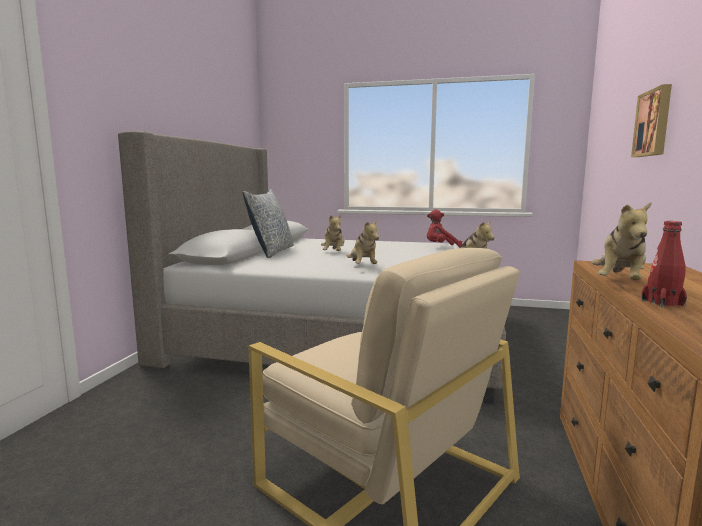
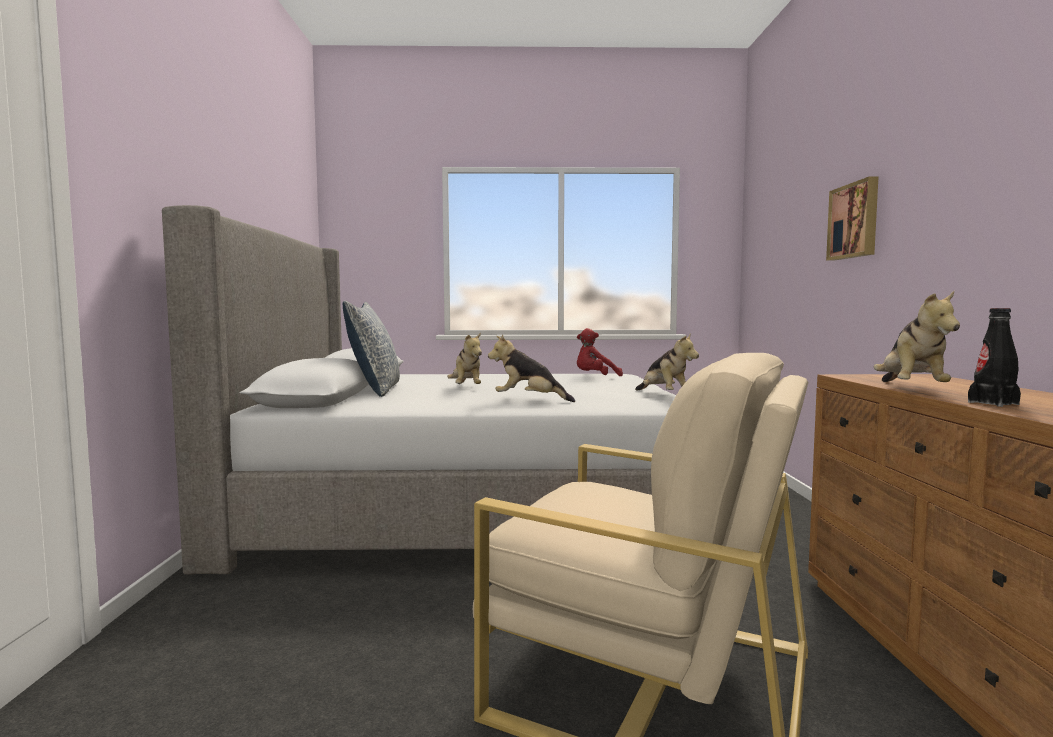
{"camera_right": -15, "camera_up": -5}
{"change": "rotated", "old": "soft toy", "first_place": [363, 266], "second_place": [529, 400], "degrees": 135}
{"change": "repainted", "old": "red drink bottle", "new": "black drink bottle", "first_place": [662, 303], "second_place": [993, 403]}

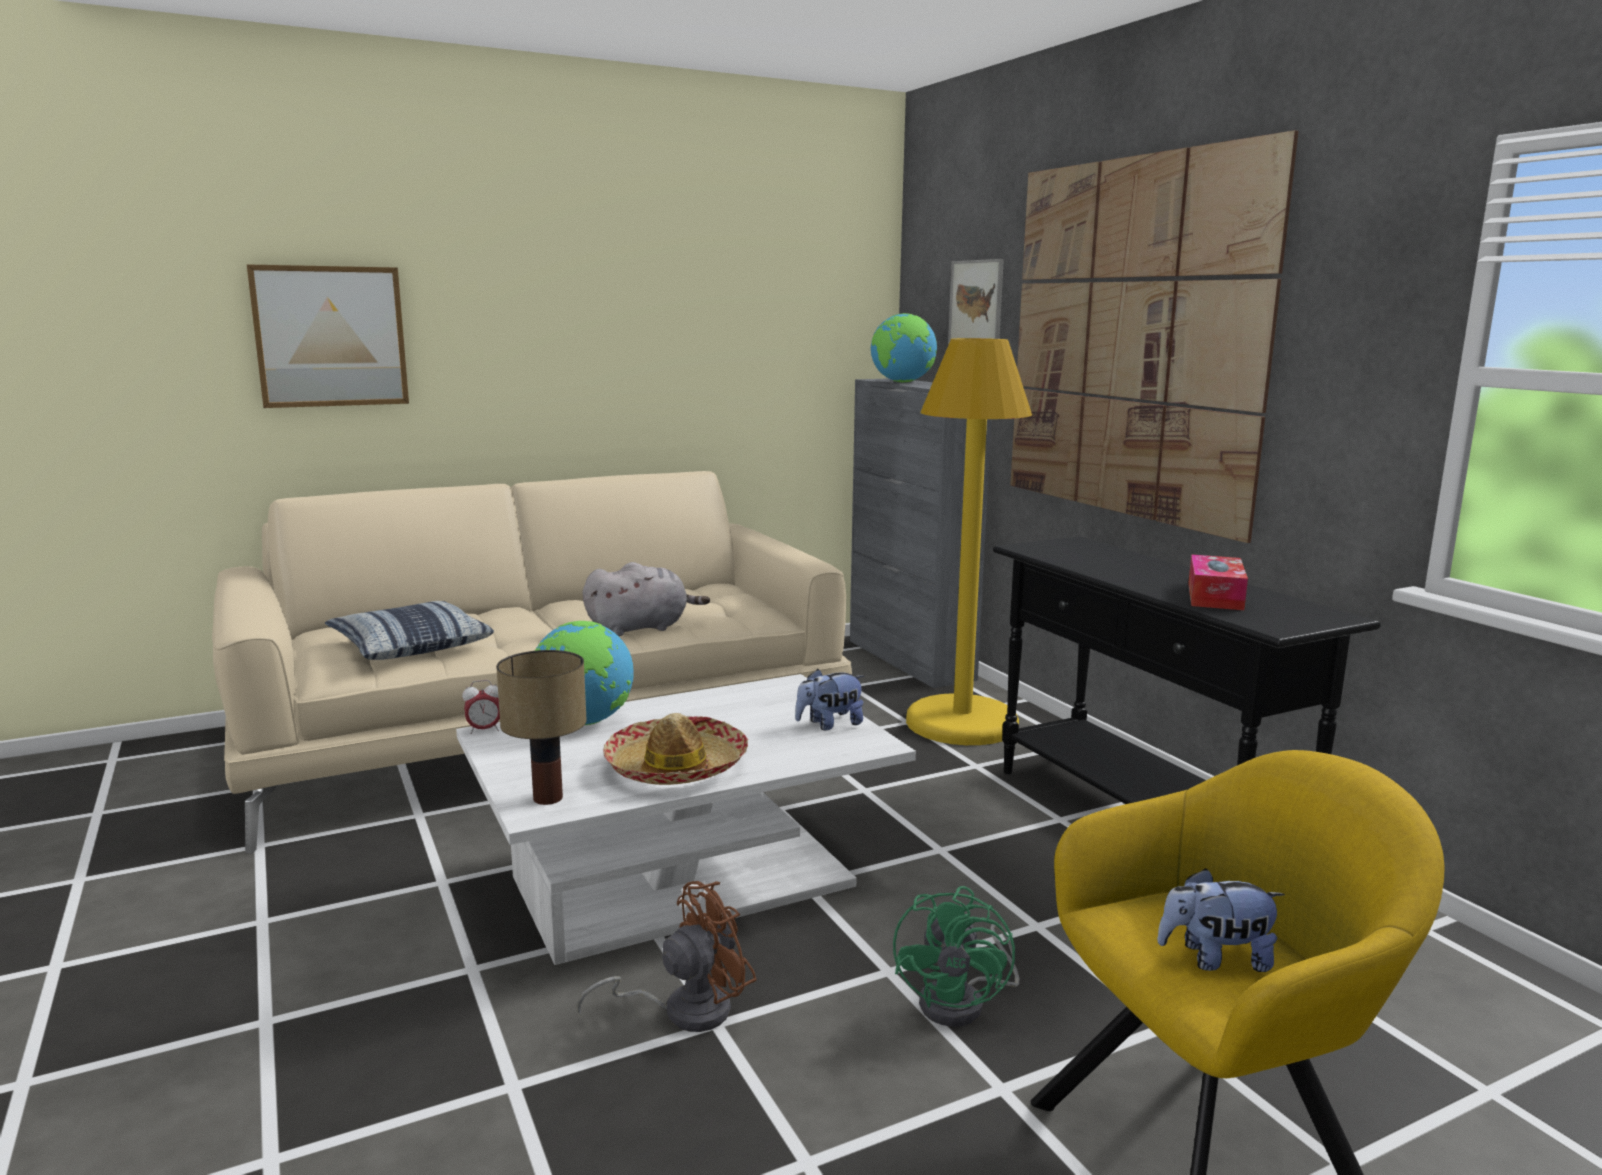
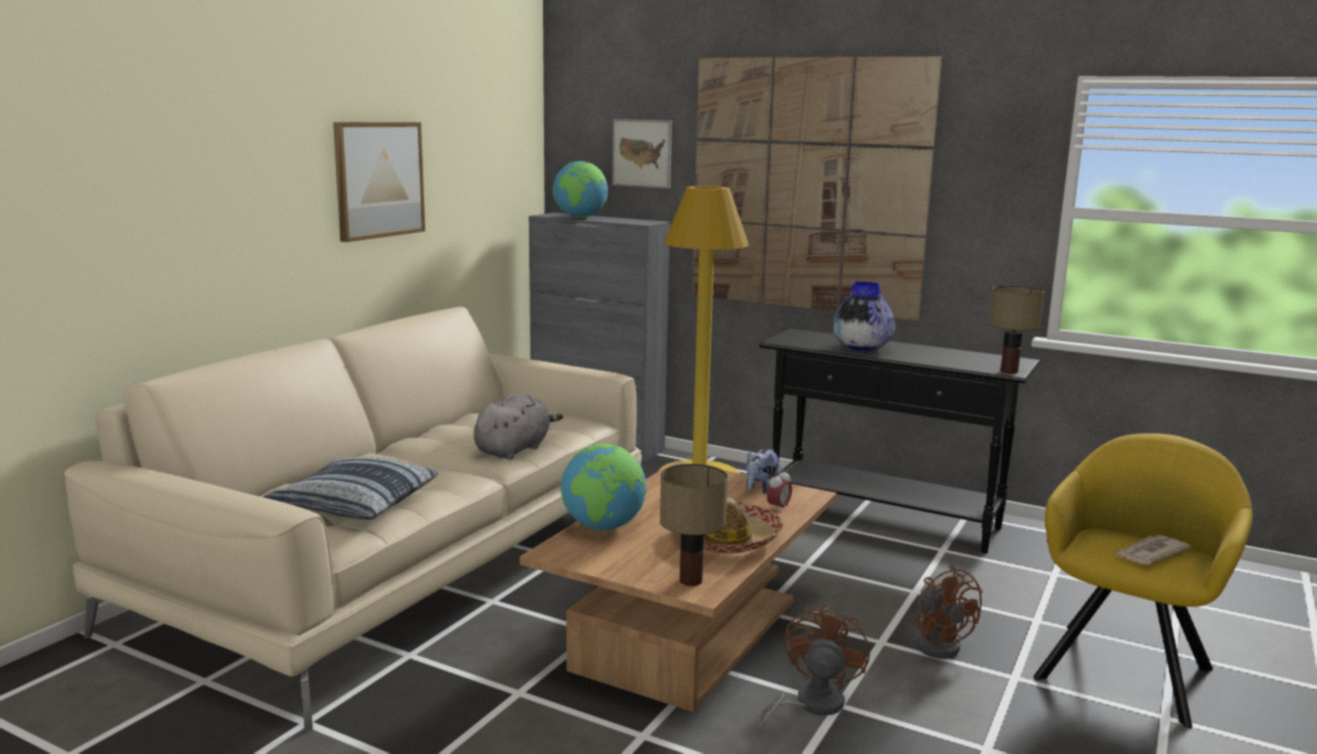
{"camera_right": -35, "camera_up": 0}
{"change": "shifted", "old": "wall art", "first_place": [330, 336], "second_place": [378, 179]}
{"change": "repainted", "old": "white lounge table", "new": "brownish lounge table", "first_place": [684, 881], "second_place": [688, 634]}
{"change": "shifted", "old": "alarm clock", "first_place": [484, 730], "second_place": [778, 508]}
{"change": "new", "new": "vase", "second_place": [861, 348]}
{"change": "repainted", "old": "green cooling fan", "new": "brownish cooling fan", "first_place": [963, 1003], "second_place": [939, 644]}
{"change": "new", "new": "table lamp", "second_place": [1008, 371]}
{"change": "swapped", "old": "soft toy", "new": "daily paper", "first_place": [1215, 959], "second_place": [1149, 553]}
{"change": "gone", "old": "tissue box", "first_place": [1215, 596]}

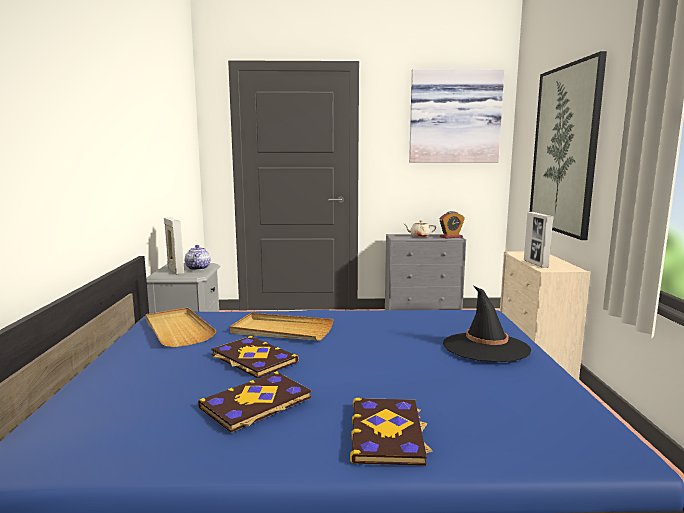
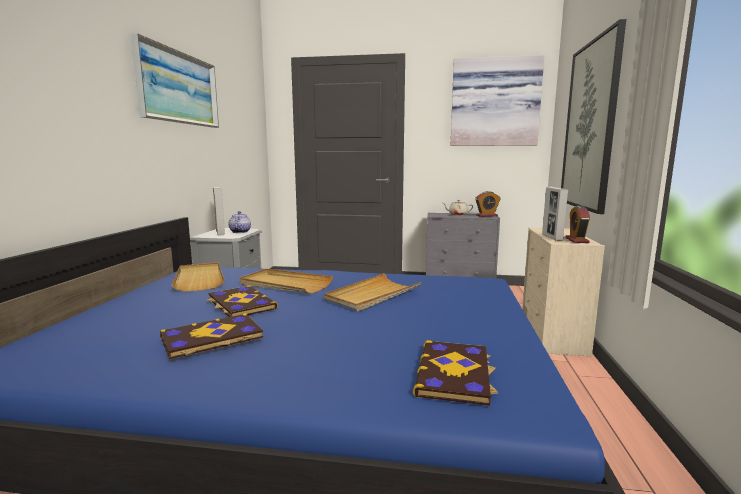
{"camera_right": 10, "camera_up": 0}
{"change": "new", "new": "wall art", "second_place": [179, 88]}
{"change": "new", "new": "beige-coloured serving tray", "second_place": [372, 295]}
{"change": "shifted", "old": "bound book", "first_place": [388, 433], "second_place": [455, 374]}
{"change": "new", "new": "alarm clock", "second_place": [576, 240]}
{"change": "gone", "old": "black clothing hat", "first_place": [485, 347]}

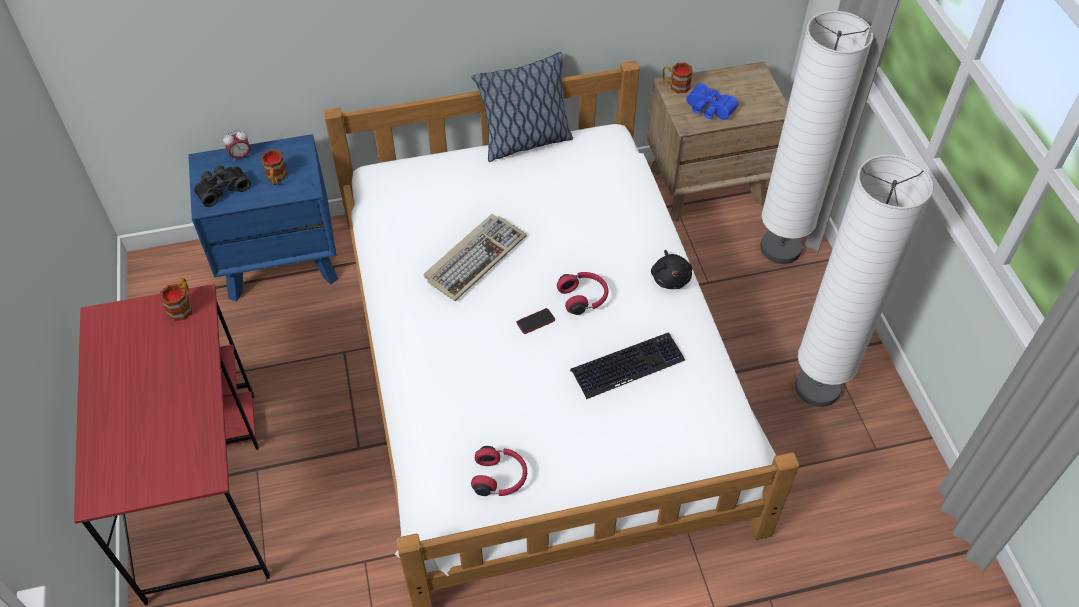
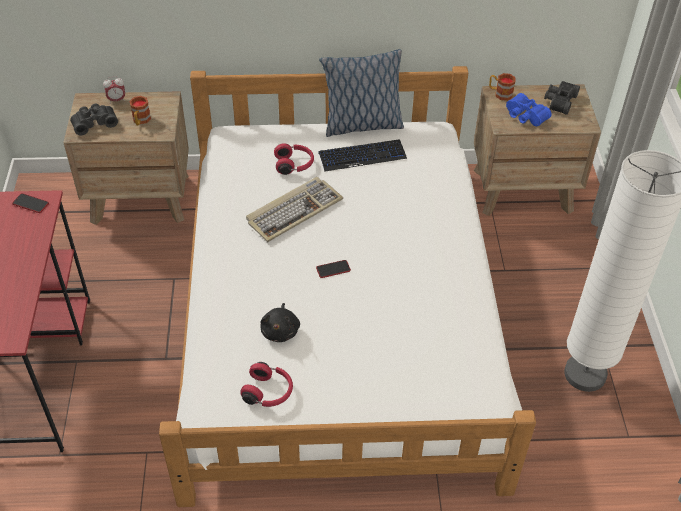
{"camera_right": 10, "camera_up": -5}
{"change": "swapped", "old": "tea mug", "new": "phone", "first_place": [182, 306], "second_place": [30, 204]}
{"change": "repainted", "old": "blue night table", "new": "brownish night table", "first_place": [281, 260], "second_place": [141, 198]}
{"change": "shifted", "old": "black soft toy", "first_place": [670, 278], "second_place": [280, 330]}
{"change": "shifted", "old": "red headphones", "first_place": [583, 298], "second_place": [294, 165]}
{"change": "shifted", "old": "PC keyboard", "first_place": [627, 366], "second_place": [362, 156]}
{"change": "new", "new": "black field glasses", "second_place": [559, 101]}
{"change": "gone", "old": "white floor lamp", "first_place": [780, 248]}

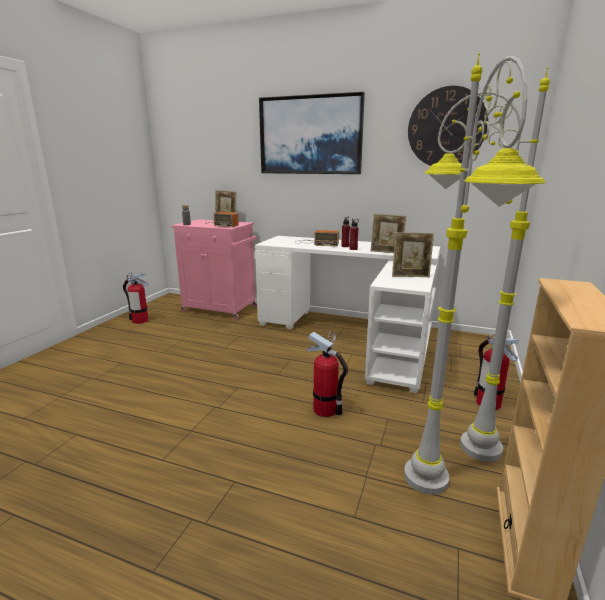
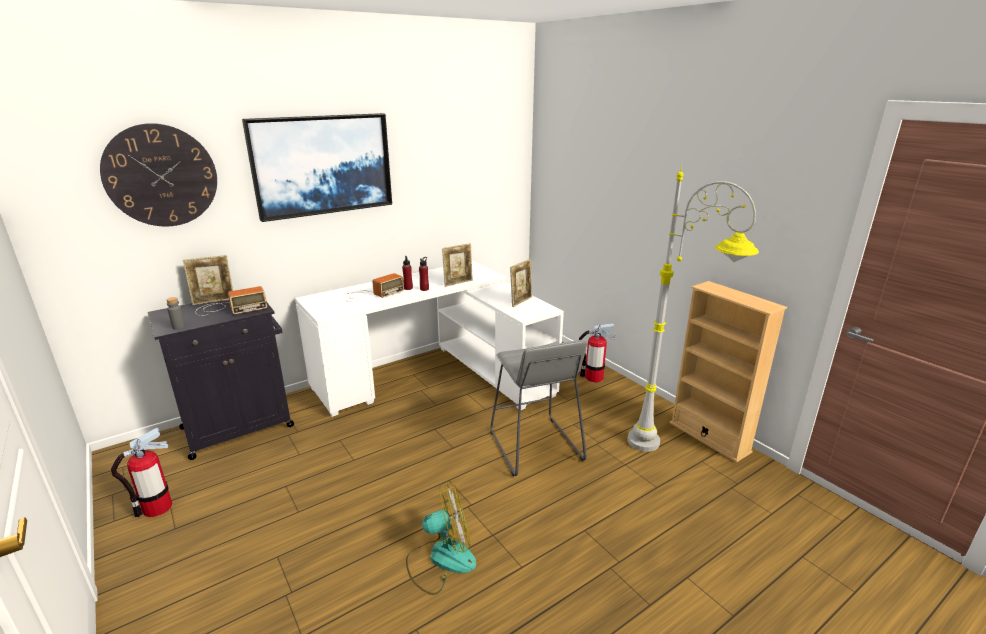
{"camera_right": -55, "camera_up": 5}
{"change": "shifted", "old": "hanging clock", "first_place": [446, 128], "second_place": [161, 176]}
{"change": "repainted", "old": "pinkish cupboard", "new": "black cupboard", "first_place": [221, 309], "second_place": [240, 426]}
{"change": "new", "new": "cooling fan", "second_place": [441, 559]}
{"change": "swapped", "old": "fire-fighting cylinder", "new": "gray sitting stool", "first_place": [325, 409], "second_place": [535, 446]}
{"change": "gone", "old": "gray floor lamp", "first_place": [447, 433]}

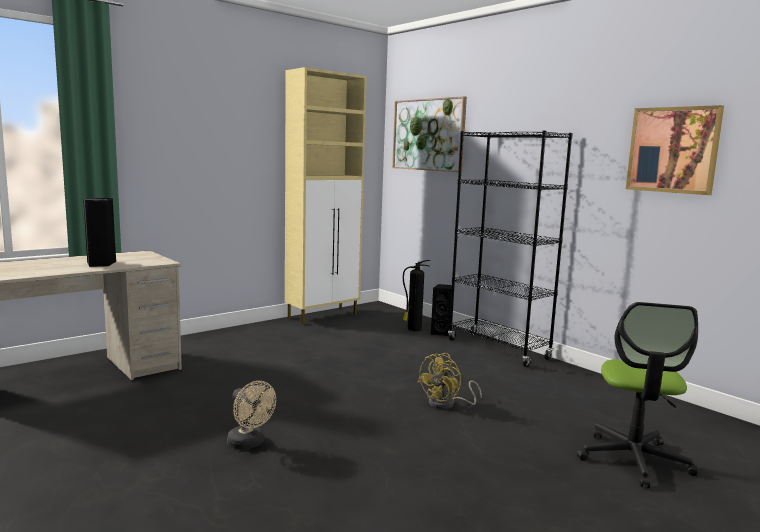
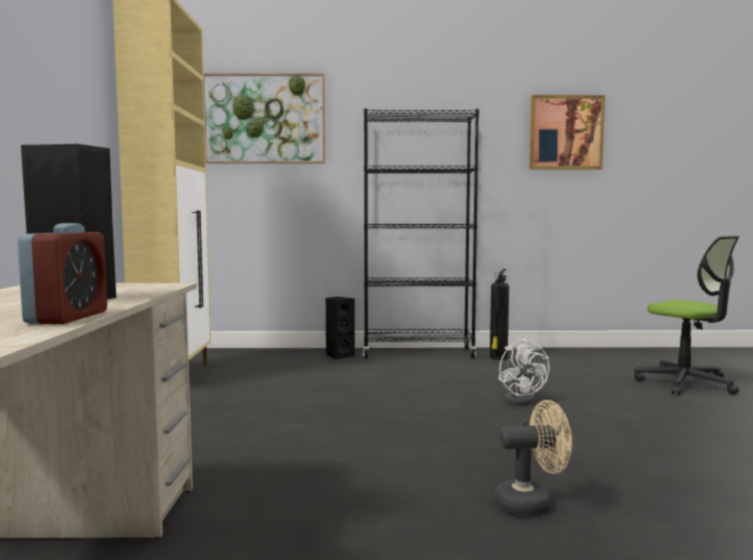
{"camera_right": -50, "camera_up": -5}
{"change": "new", "new": "alarm clock", "second_place": [67, 317]}
{"change": "shifted", "old": "fire-fighting cylinder", "first_place": [413, 329], "second_place": [498, 358]}
{"change": "repainted", "old": "yellowish cooling fan", "new": "white cooling fan", "first_place": [447, 404], "second_place": [522, 398]}

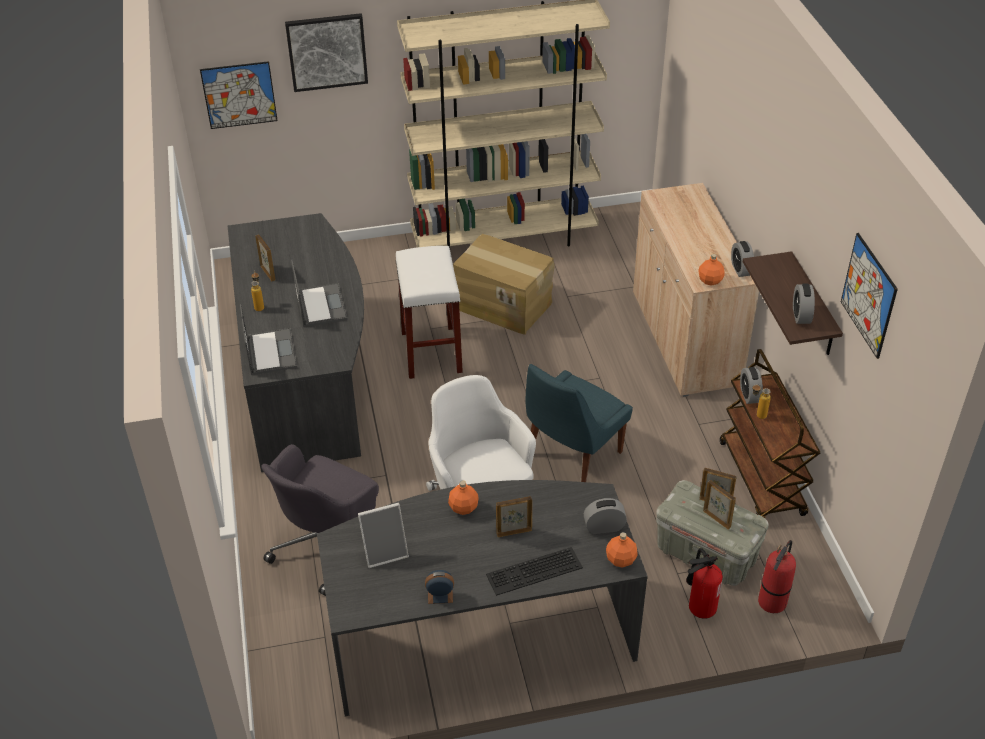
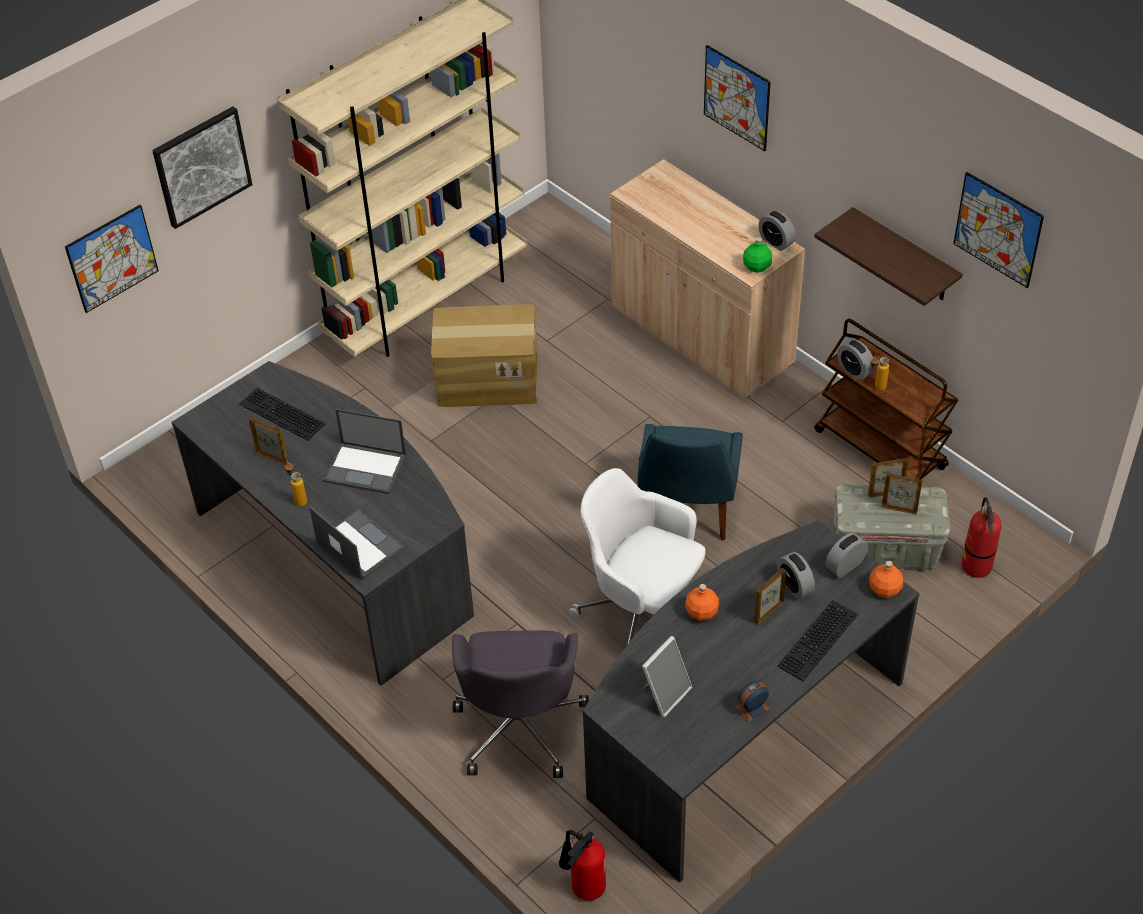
{"camera_right": -30, "camera_up": 5}
{"change": "new", "new": "PC keyboard", "second_place": [280, 414]}
{"change": "rotated", "old": "portable computer", "first_place": [320, 305], "second_place": [366, 468], "degrees": 150}
{"change": "shifted", "old": "fire-fighting cylinder", "first_place": [698, 607], "second_place": [583, 887]}
{"change": "new", "new": "wall art", "second_place": [736, 98]}
{"change": "repainted", "old": "orange-coloured drink bottle", "new": "green drink bottle", "first_place": [710, 281], "second_place": [757, 266]}
{"change": "shifted", "old": "alarm clock", "first_place": [801, 315], "second_place": [794, 586]}
{"change": "gone", "old": "white sitting stool", "first_place": [432, 353]}

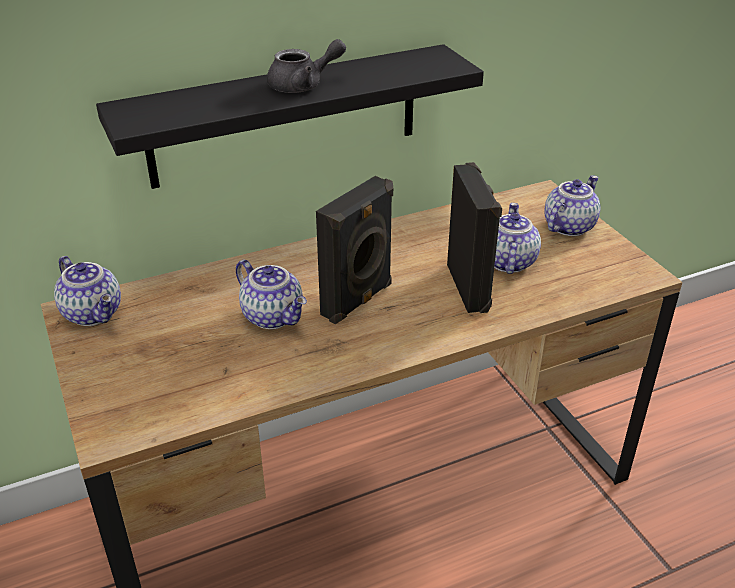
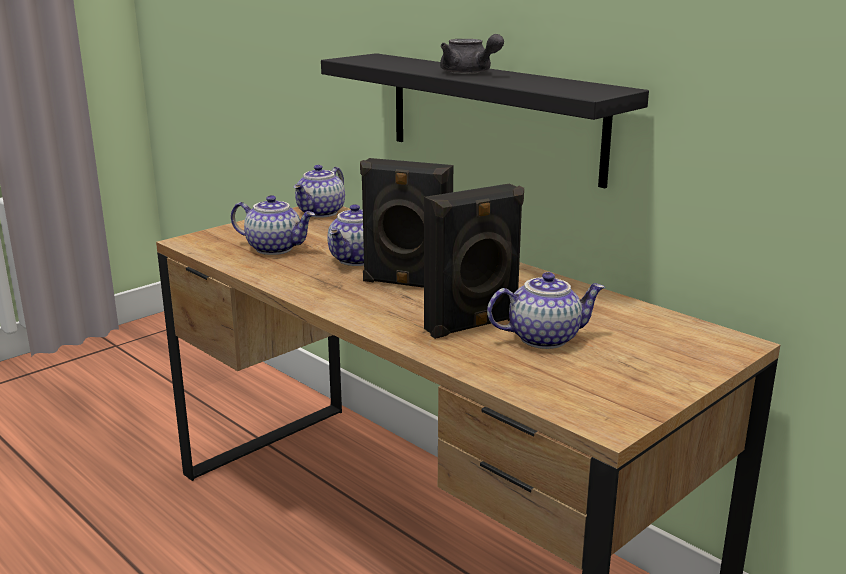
{"camera_right": 70, "camera_up": -15}
{"change": "shifted", "old": "teapot", "first_place": [568, 226], "second_place": [275, 248]}

